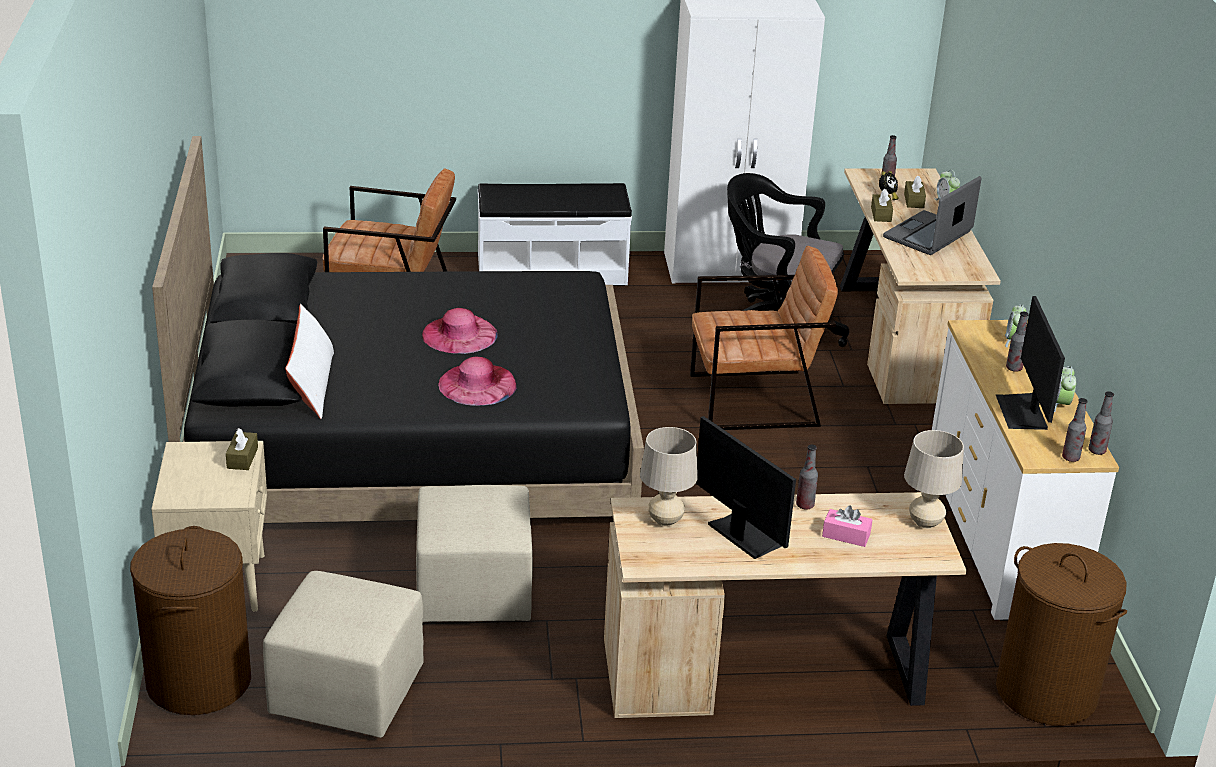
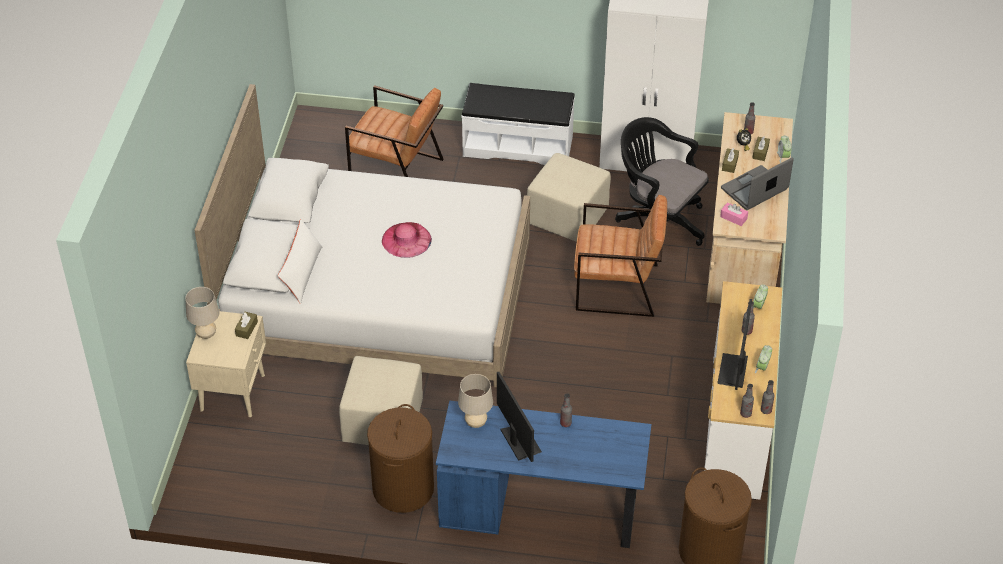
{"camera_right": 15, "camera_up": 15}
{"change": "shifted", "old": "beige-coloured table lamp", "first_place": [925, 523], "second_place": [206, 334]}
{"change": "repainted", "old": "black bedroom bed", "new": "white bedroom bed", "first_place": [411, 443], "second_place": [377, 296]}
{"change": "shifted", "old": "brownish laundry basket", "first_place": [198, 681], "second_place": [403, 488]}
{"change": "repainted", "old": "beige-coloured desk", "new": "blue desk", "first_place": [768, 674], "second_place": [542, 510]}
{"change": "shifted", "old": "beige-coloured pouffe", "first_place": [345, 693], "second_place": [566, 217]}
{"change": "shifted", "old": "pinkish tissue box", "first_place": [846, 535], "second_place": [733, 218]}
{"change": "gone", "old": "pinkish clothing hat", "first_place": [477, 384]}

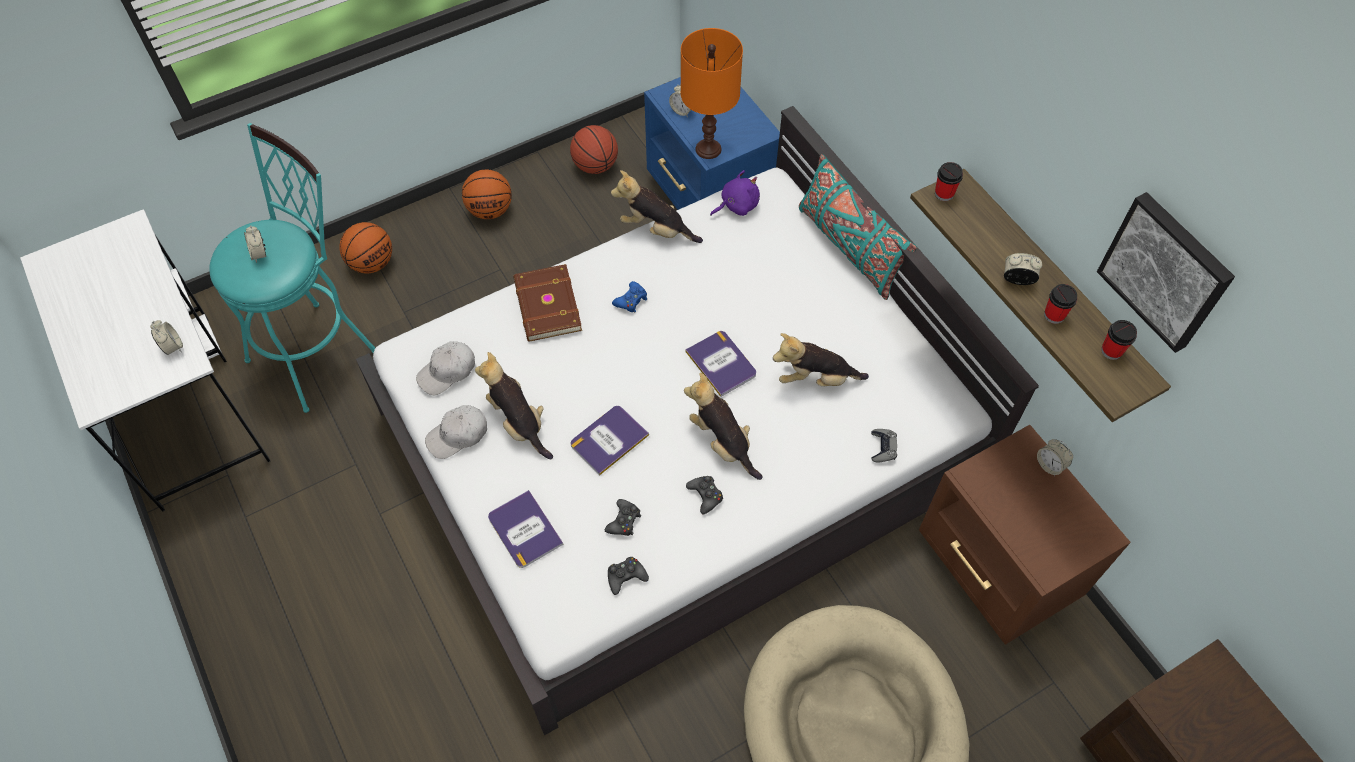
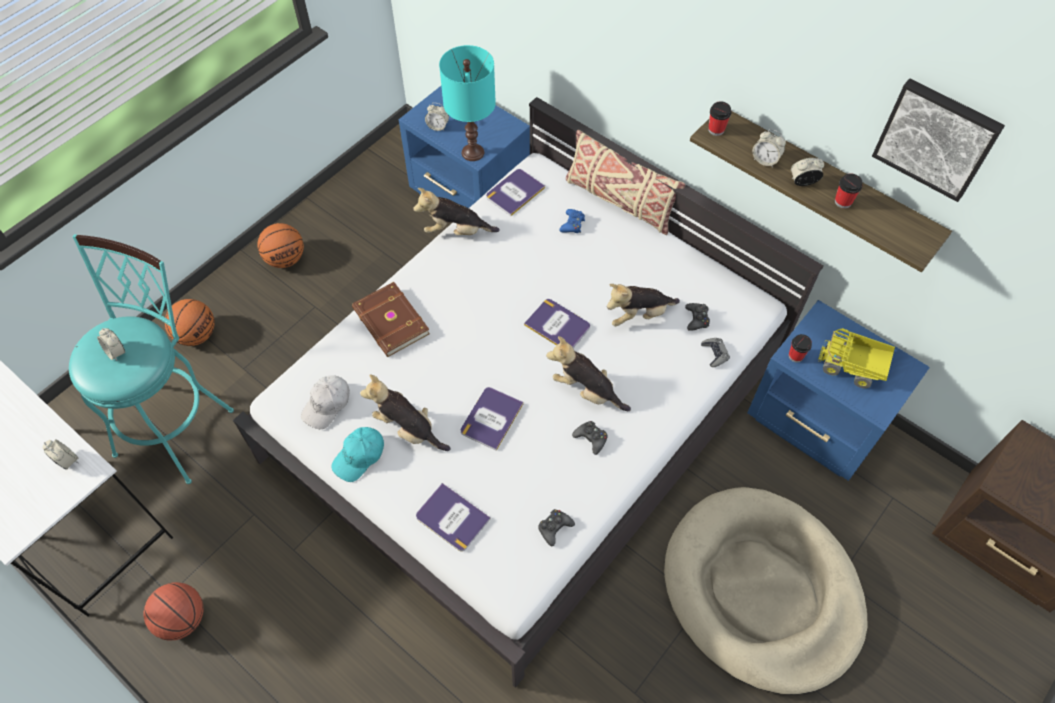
{"camera_right": -20, "camera_up": 0}
{"change": "shifted", "old": "ball for basketball", "first_place": [595, 166], "second_place": [182, 619]}
{"change": "repainted", "old": "white peaked cap", "new": "turquoise peaked cap", "first_place": [458, 435], "second_place": [359, 456]}
{"change": "repainted", "old": "orange-coloured table lamp", "new": "turquoise table lamp", "first_place": [708, 149], "second_place": [472, 153]}
{"change": "swapped", "old": "purplish soft toy", "new": "bound book", "first_place": [736, 205], "second_place": [515, 192]}
{"change": "shifted", "old": "blue gamepad", "first_place": [631, 300], "second_place": [572, 224]}
{"change": "repainted", "old": "turquoise pillow", "new": "beige-coloured pillow", "first_place": [848, 247], "second_place": [619, 201]}
{"change": "shifted", "old": "black gamepad", "first_place": [624, 521], "second_place": [697, 319]}
{"change": "repainted", "old": "brownish night table", "new": "blue night table", "first_place": [996, 570], "second_place": [815, 425]}
{"change": "shifted", "old": "alarm clock", "first_place": [1050, 465], "second_place": [765, 160]}
{"change": "shifted", "old": "small cup", "first_place": [1111, 351], "second_place": [795, 356]}
{"change": "new", "new": "model truck", "second_place": [852, 368]}

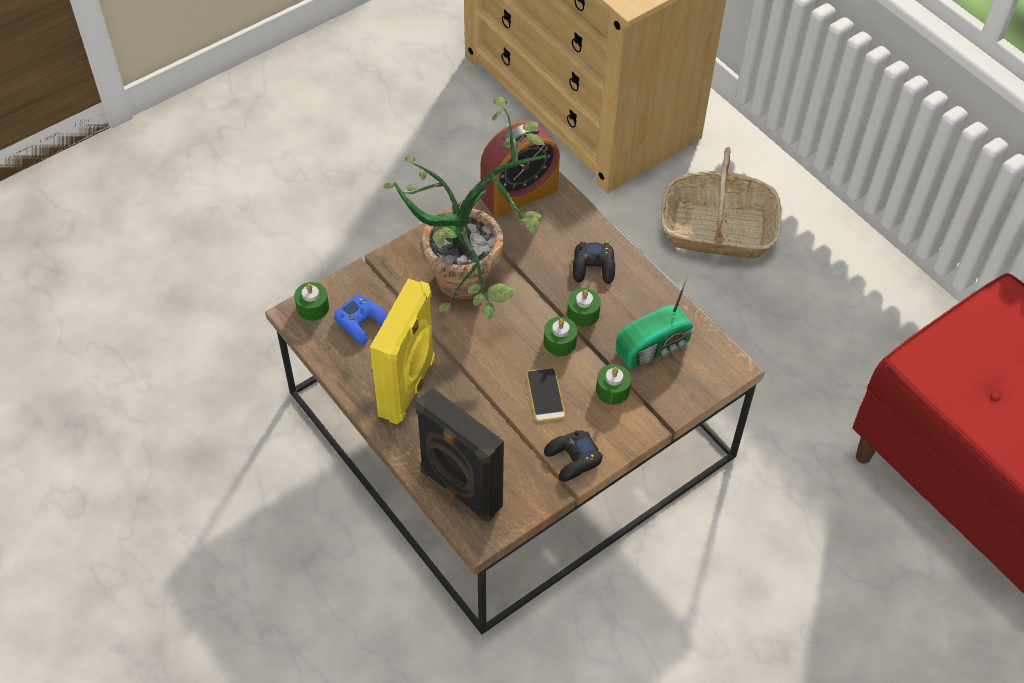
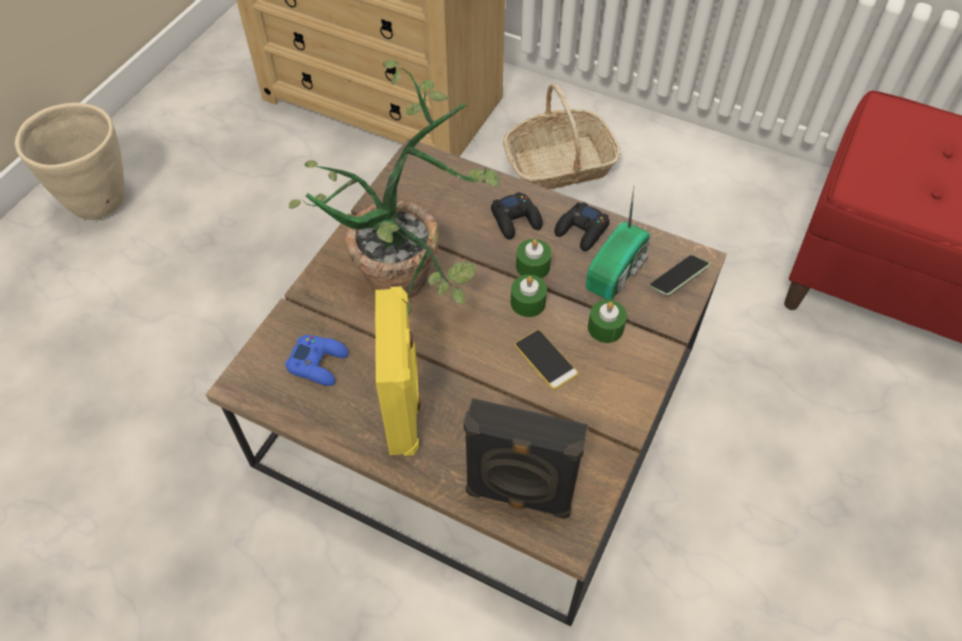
{"camera_right": -25, "camera_up": 0}
{"change": "new", "new": "beige-coloured planter", "second_place": [100, 201]}
{"change": "shifted", "old": "black gamepad", "first_place": [572, 459], "second_place": [582, 231]}
{"change": "new", "new": "phone", "second_place": [677, 280]}
{"change": "gone", "old": "green wax light", "first_place": [312, 307]}
{"change": "gone", "old": "alarm clock", "first_place": [519, 193]}

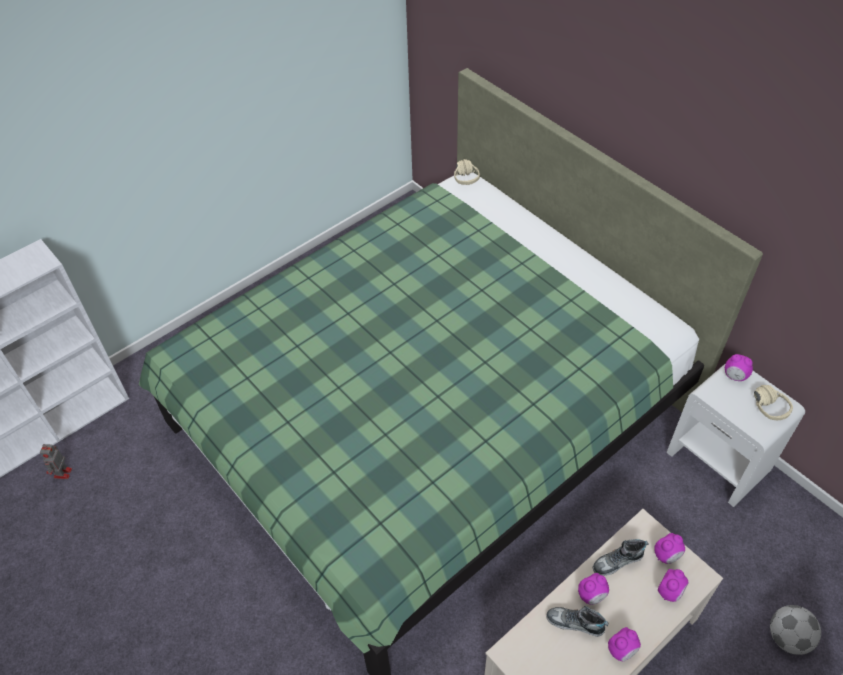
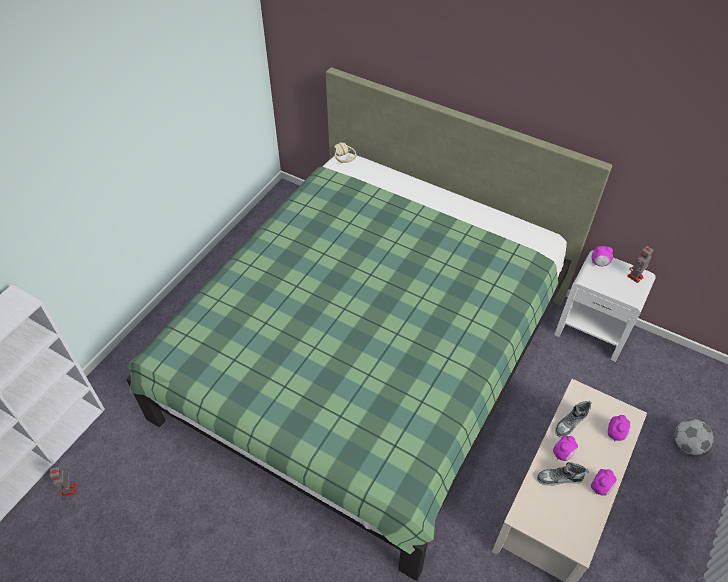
{"camera_right": -20, "camera_up": 0}
{"change": "swapped", "old": "beige-coloured headphones", "new": "toy robot", "first_place": [774, 405], "second_place": [634, 277]}
{"change": "gone", "old": "alarm clock", "first_place": [666, 555]}

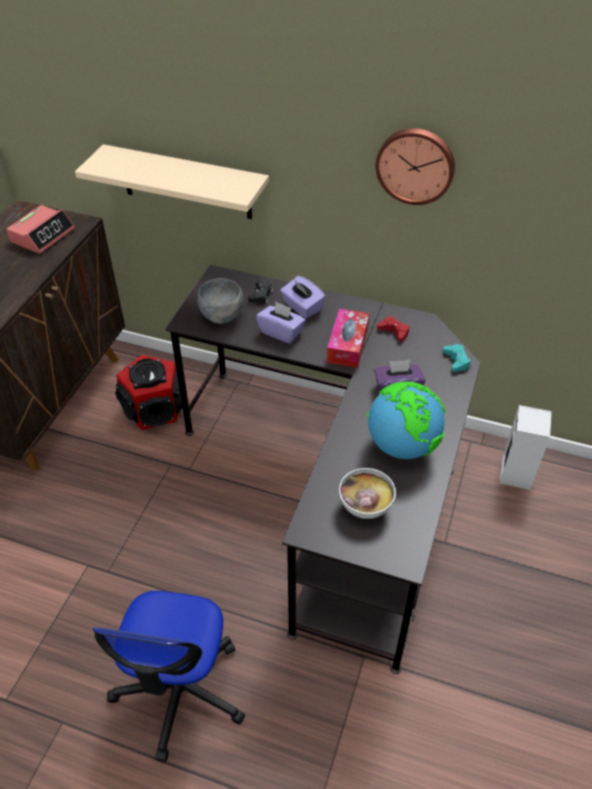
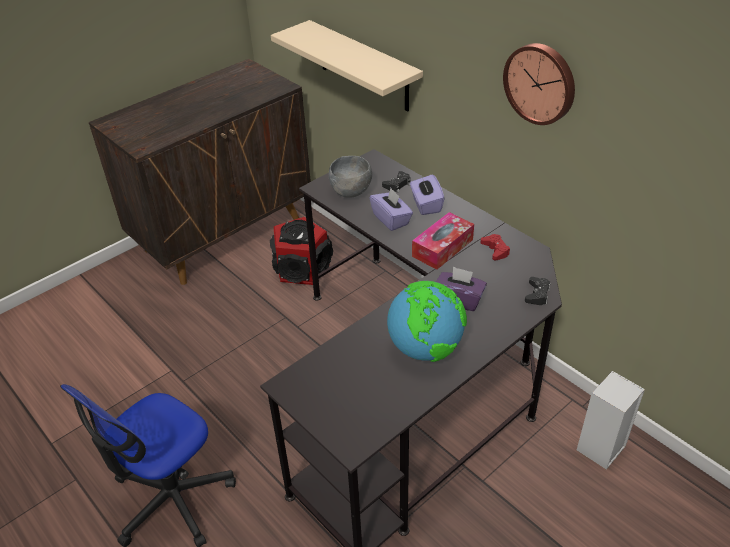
{"camera_right": 30, "camera_up": -5}
{"change": "repainted", "old": "turquoise gamepad", "new": "black gamepad", "first_place": [456, 361], "second_place": [537, 294]}
{"change": "gone", "old": "alarm clock", "first_place": [43, 235]}
{"change": "gone", "old": "deep dish", "first_place": [365, 506]}

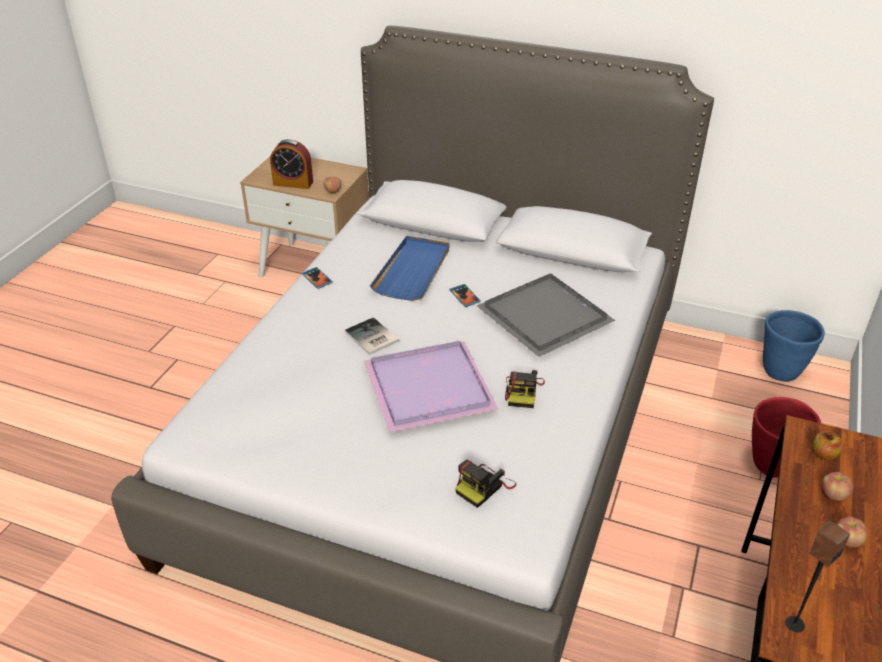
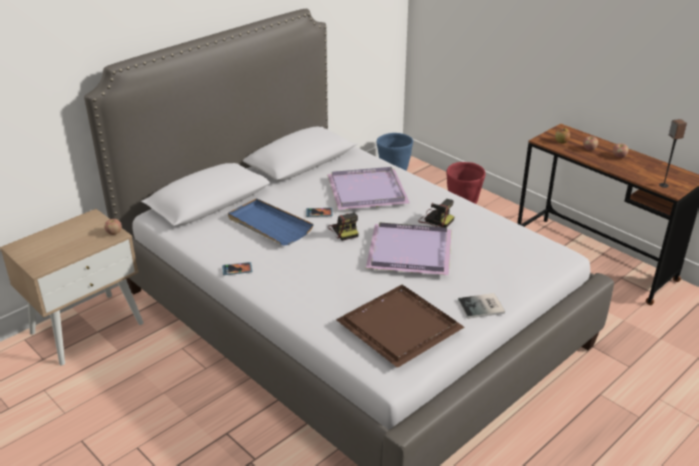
{"camera_right": -65, "camera_up": -5}
{"change": "repainted", "old": "gray serving tray", "new": "purplish serving tray", "first_place": [547, 317], "second_place": [368, 190]}
{"change": "shifted", "old": "photo camera", "first_place": [484, 486], "second_place": [344, 230]}
{"change": "new", "new": "brownish serving tray", "second_place": [399, 325]}
{"change": "shifted", "old": "bound book", "first_place": [371, 338], "second_place": [482, 307]}
{"change": "gone", "old": "alarm clock", "first_place": [293, 183]}

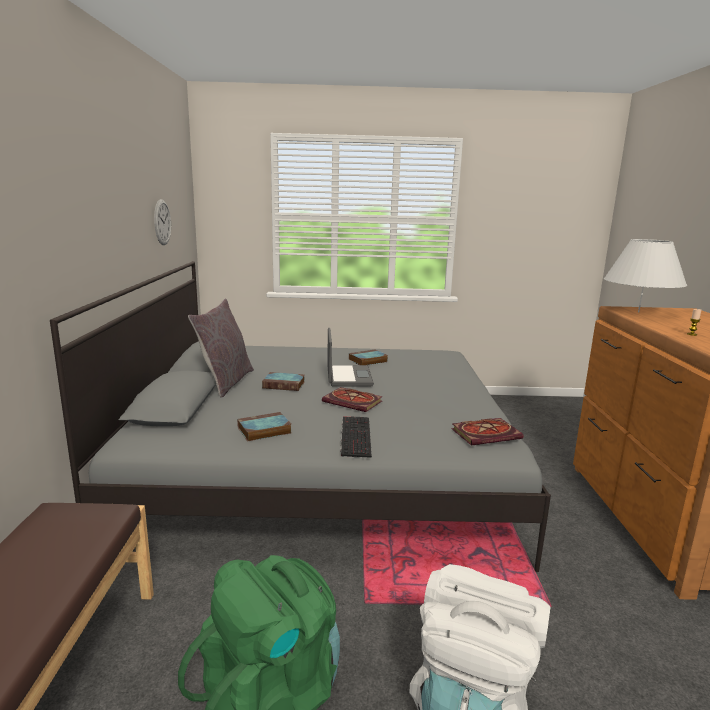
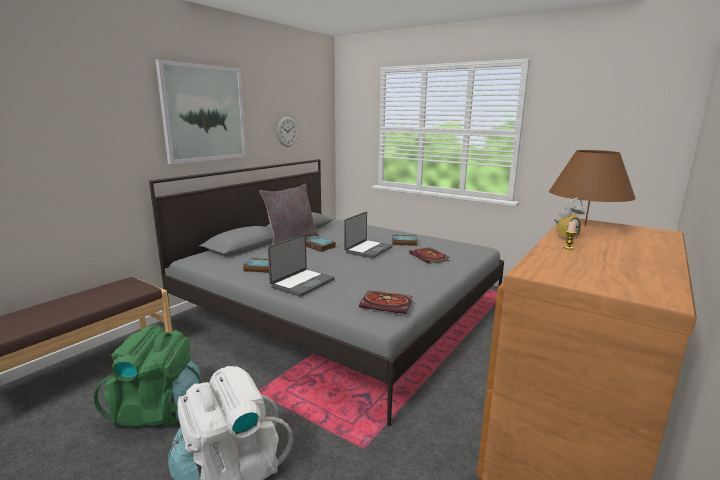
{"camera_right": 35, "camera_up": 0}
{"change": "new", "new": "wall art", "second_place": [204, 113]}
{"change": "swapped", "old": "PC keyboard", "new": "portable computer", "first_place": [354, 436], "second_place": [302, 283]}
{"change": "shifted", "old": "bound book", "first_place": [354, 402], "second_place": [430, 257]}
{"change": "repainted", "old": "white table lamp", "new": "brownish table lamp", "first_place": [638, 312], "second_place": [585, 225]}
{"change": "new", "new": "alarm clock", "second_place": [564, 236]}

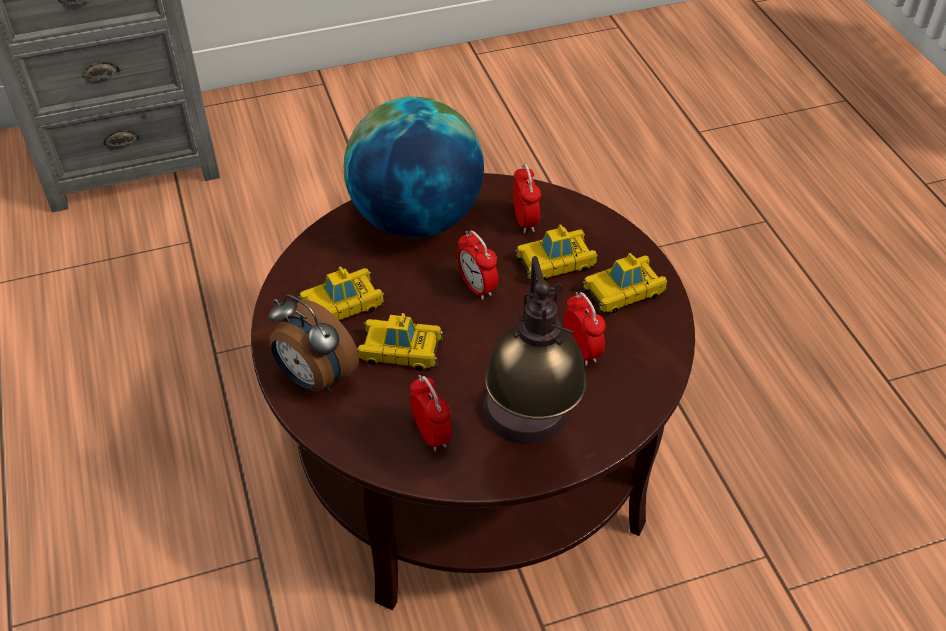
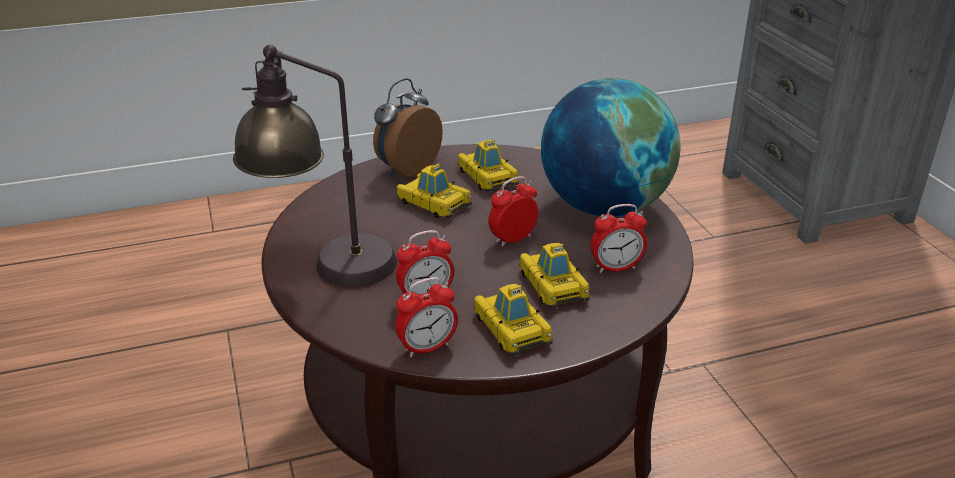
{"camera_right": 90, "camera_up": -15}
{"change": "shifted", "old": "alarm clock", "first_place": [431, 435], "second_place": [427, 347]}
{"change": "rotated", "old": "model car", "first_place": [400, 350], "second_place": [433, 203], "degrees": -60}

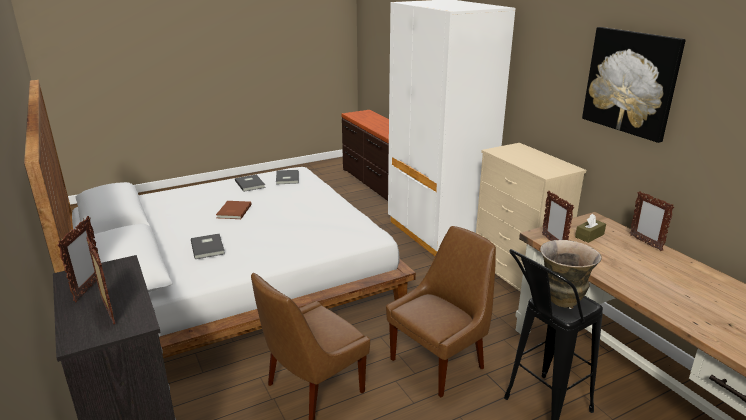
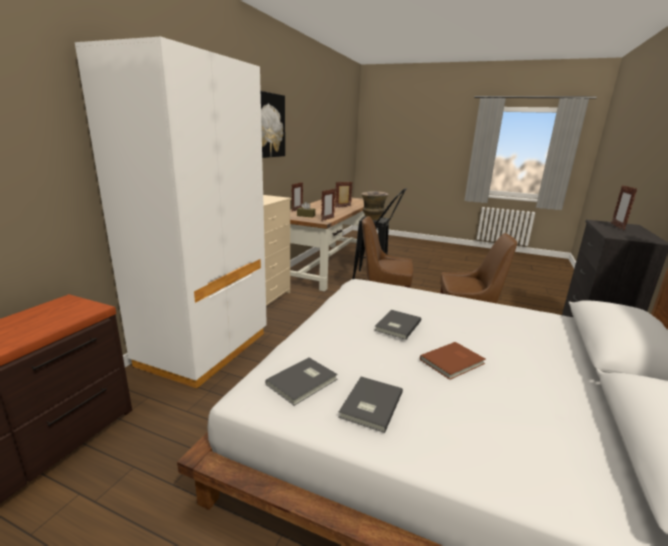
{"camera_right": -130, "camera_up": -5}
{"change": "shifted", "old": "picture frame", "first_place": [88, 288], "second_place": [343, 207]}
{"change": "shifted", "old": "gray bound book", "first_place": [208, 247], "second_place": [396, 325]}

